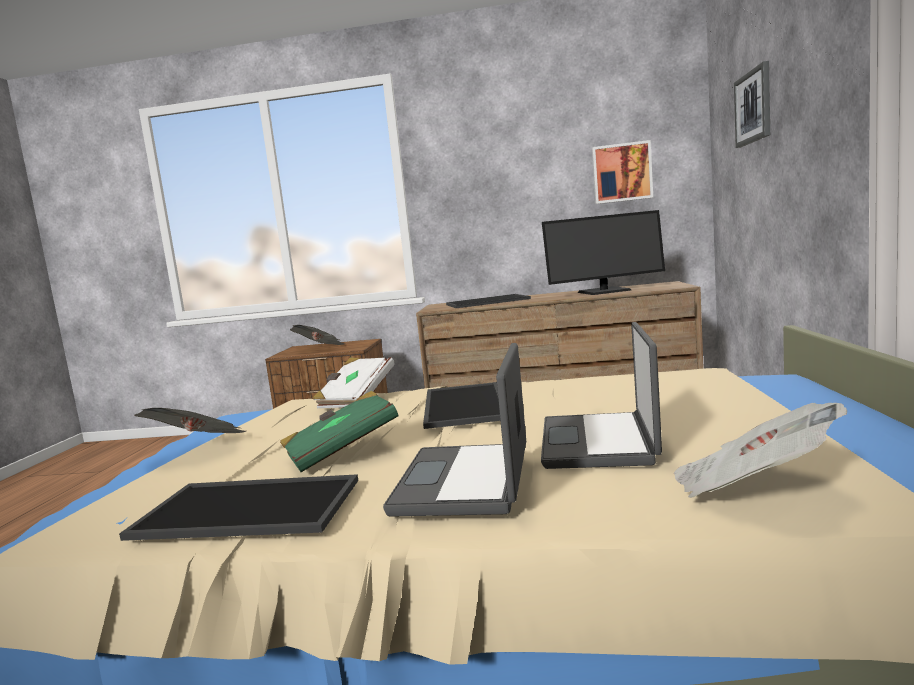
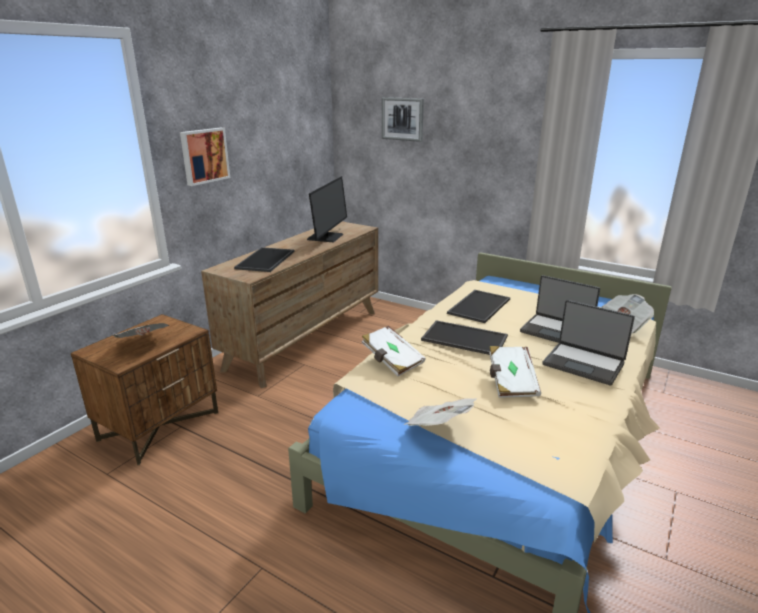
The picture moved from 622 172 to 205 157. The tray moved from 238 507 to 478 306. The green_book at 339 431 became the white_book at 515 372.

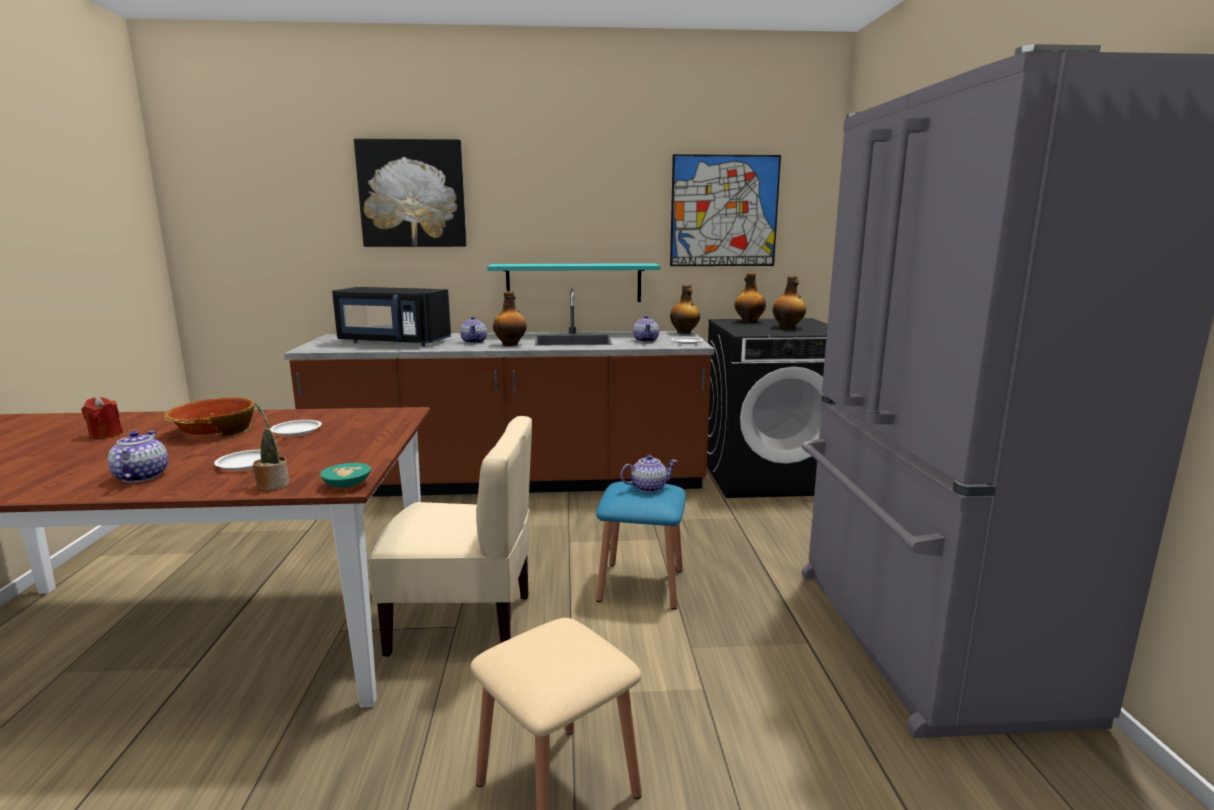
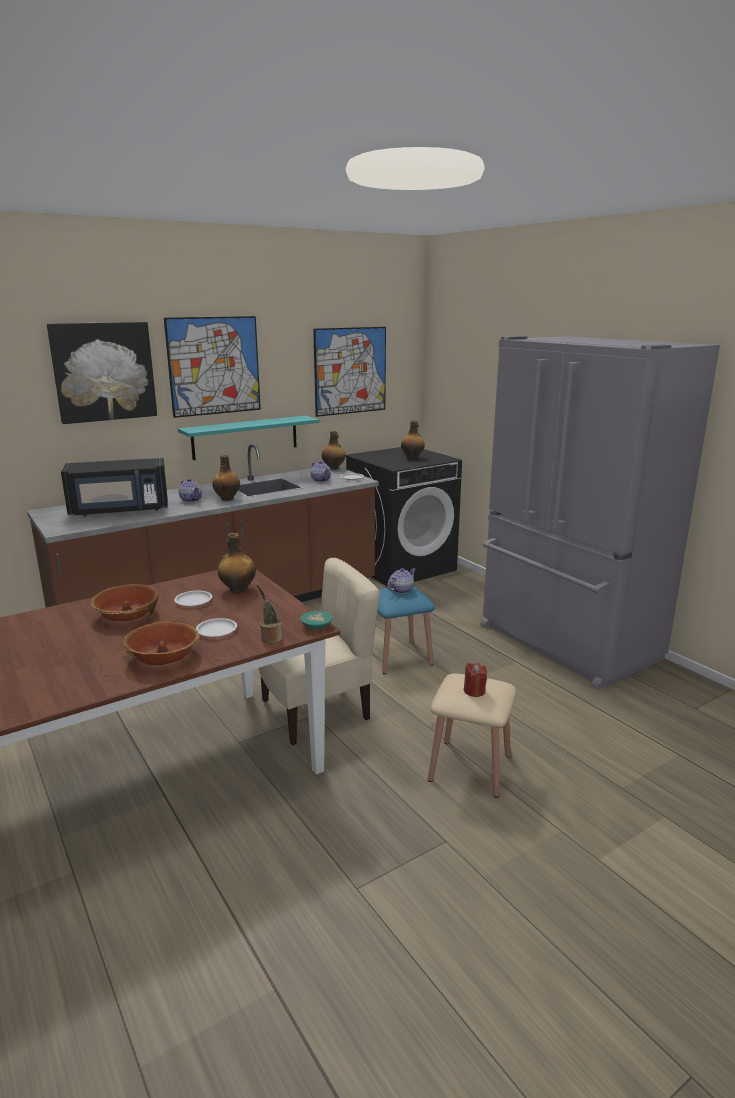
The teapot at 138 457 was replaced by the bowl at 161 643. The picture at 212 367 appeared. The bottle moved from 750 298 to 237 563. The red_candle moved from 102 418 to 475 680.

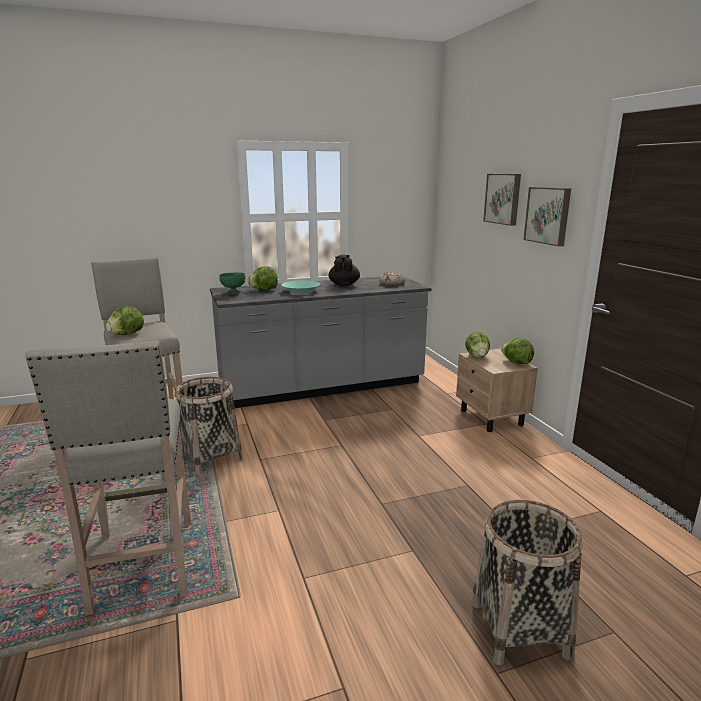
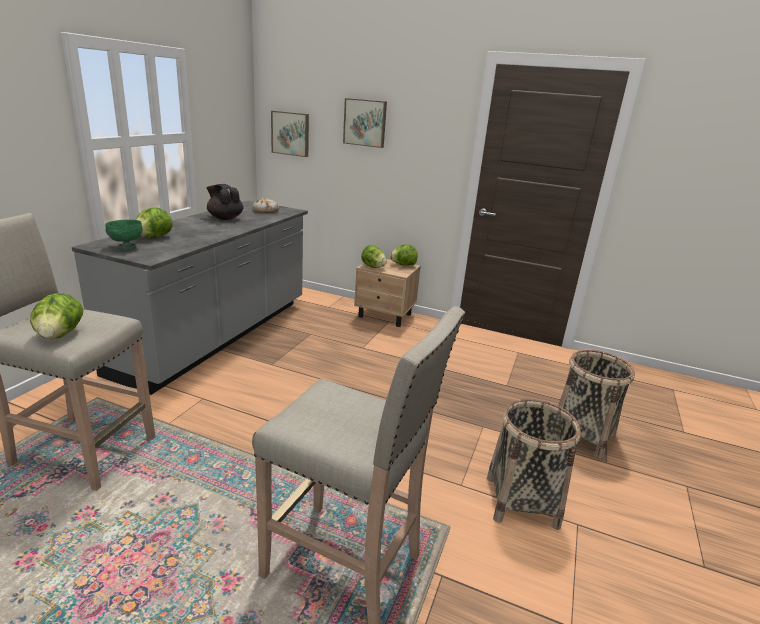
The picture moved from 547 216 to 290 134. The basket moved from 209 426 to 534 464. The turquoise_bowl at 301 287 disappeared.

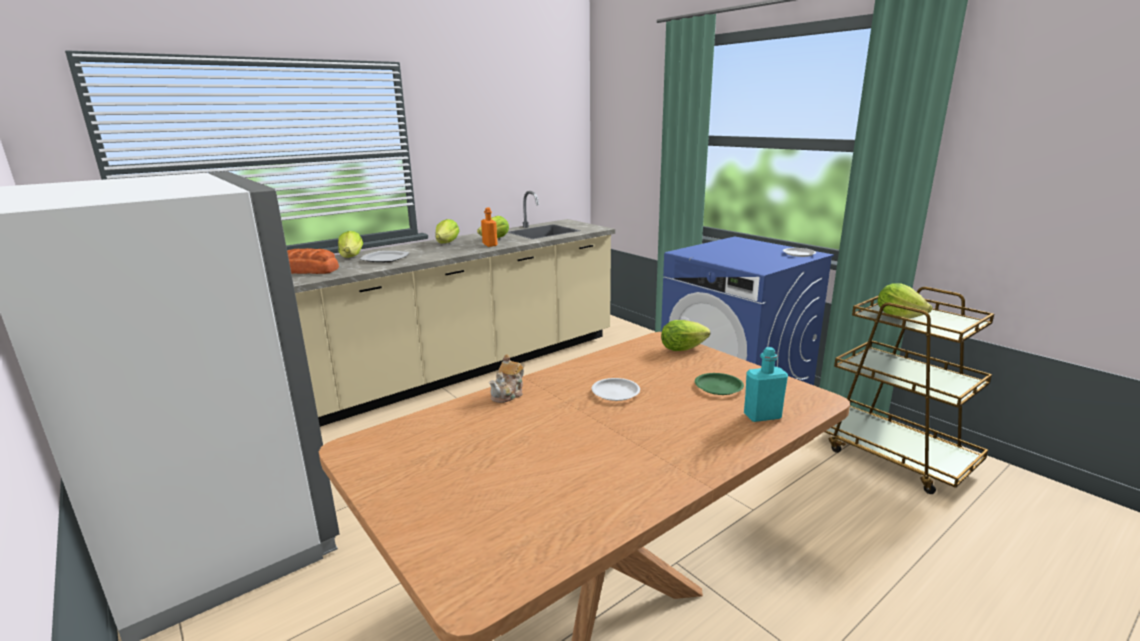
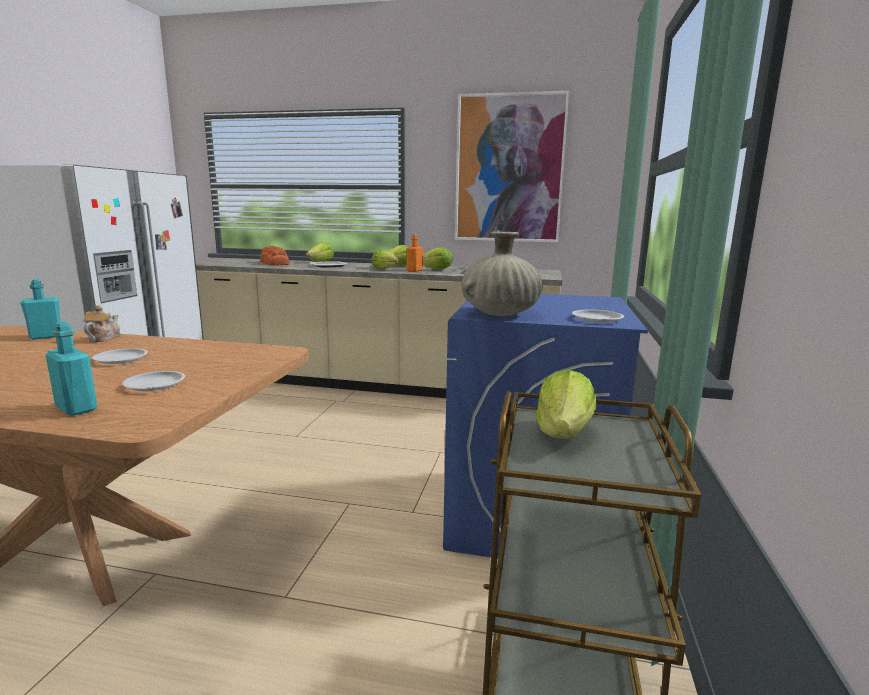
The turquoise_bottle at 40 309 appeared. The teapot at 506 379 turned 105 degrees clockwise. The green_plate at 719 384 became the white_plate at 153 381. The lettuce moved from 685 335 to 385 259. The picture at 512 166 appeared. The beige_vase at 502 274 appeared.

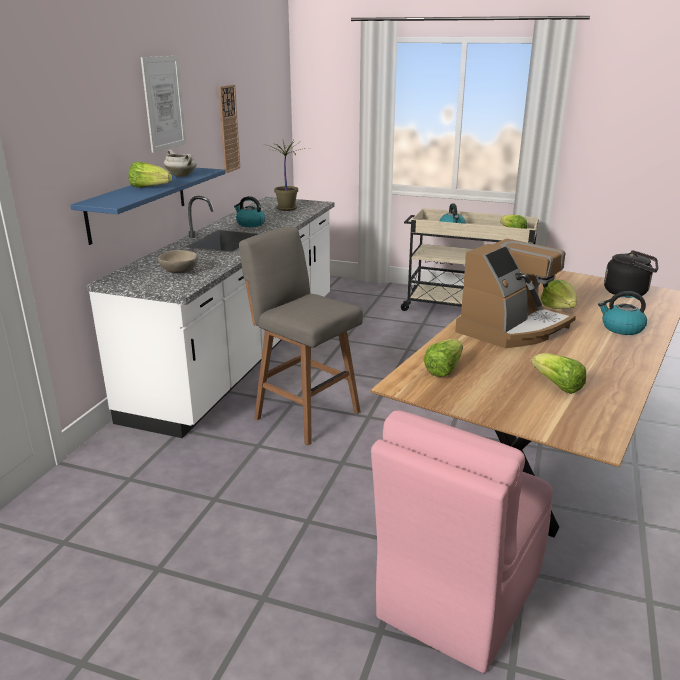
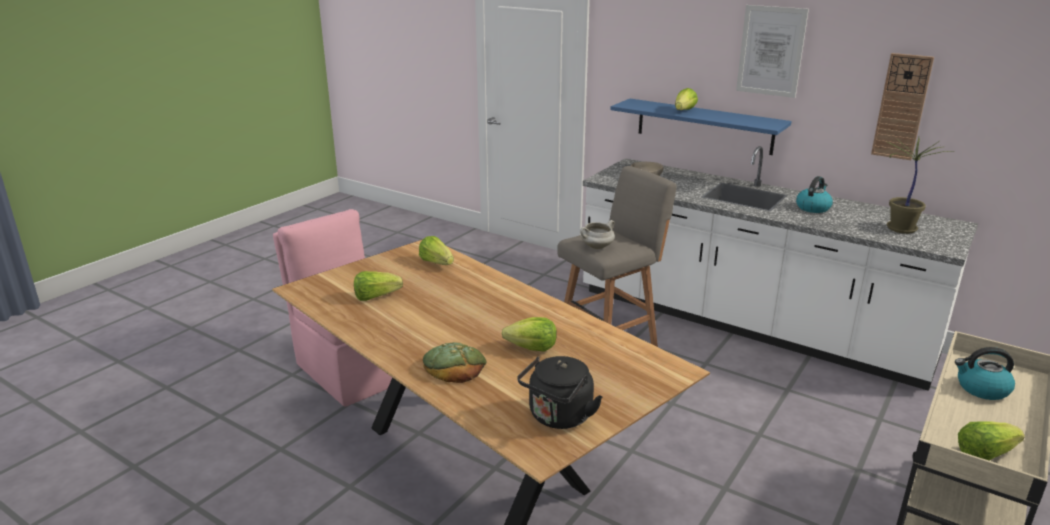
The kettle at 622 313 was replaced by the bread at 455 362. The white_cooking_pot moved from 180 163 to 597 234. The coffee_machine at 515 293 disappeared.

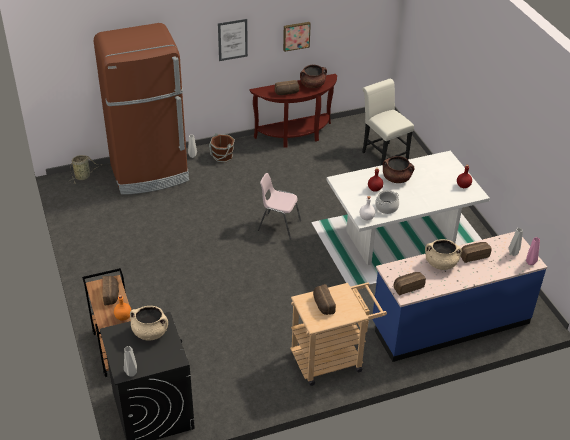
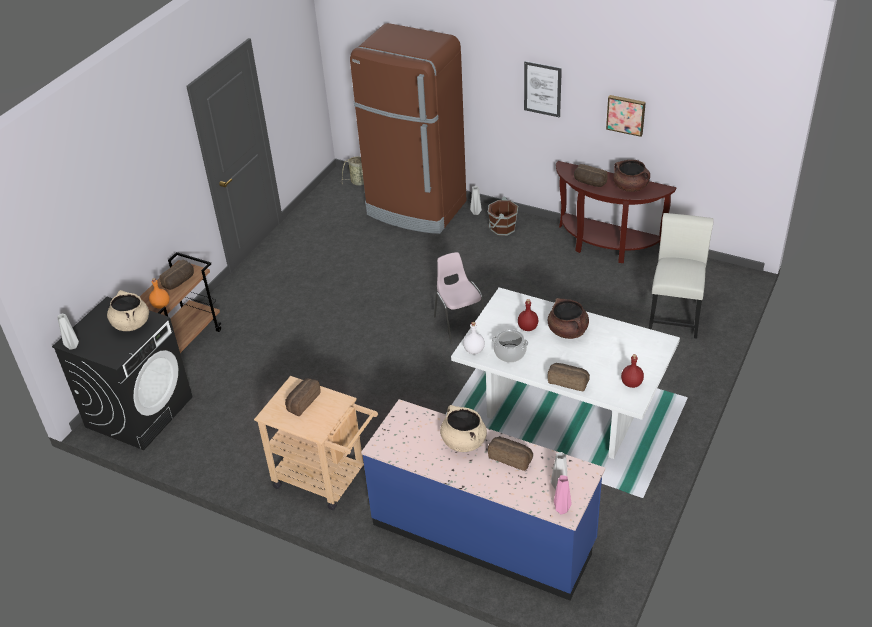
The bread moved from 409 283 to 568 377.

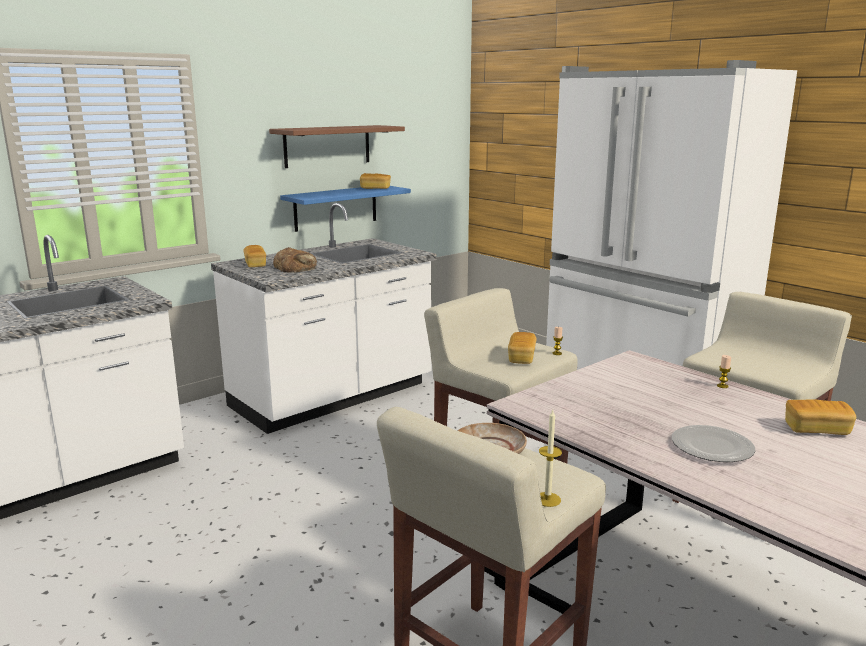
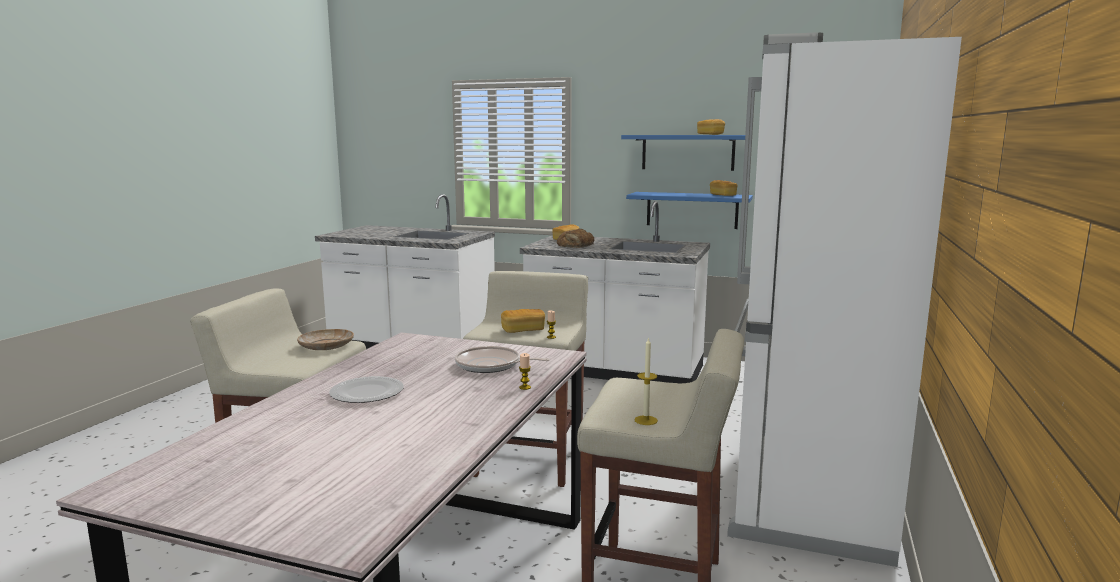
The frying_pan at 502 359 appeared. The brown_shelf at 337 146 became the blue_shelf at 683 153. The candle moved from 550 458 to 646 381. The bread moved from 820 417 to 711 127.

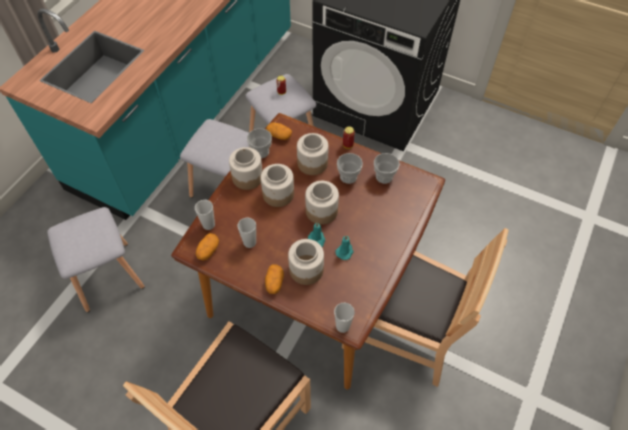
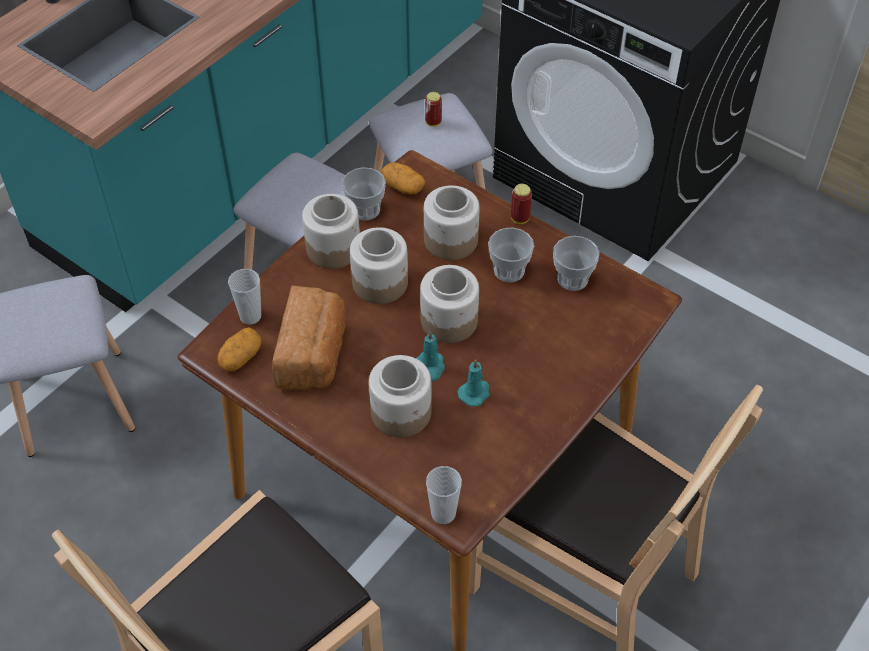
The cup at 246 233 was replaced by the bread at 309 337. The potato at 274 279 disappeared.

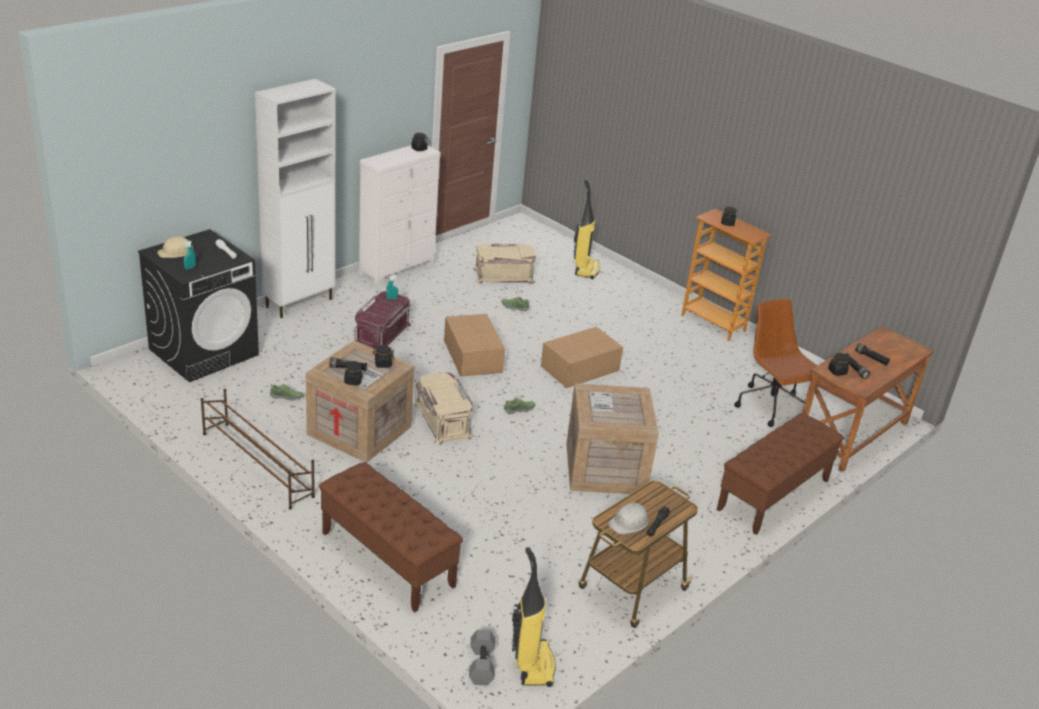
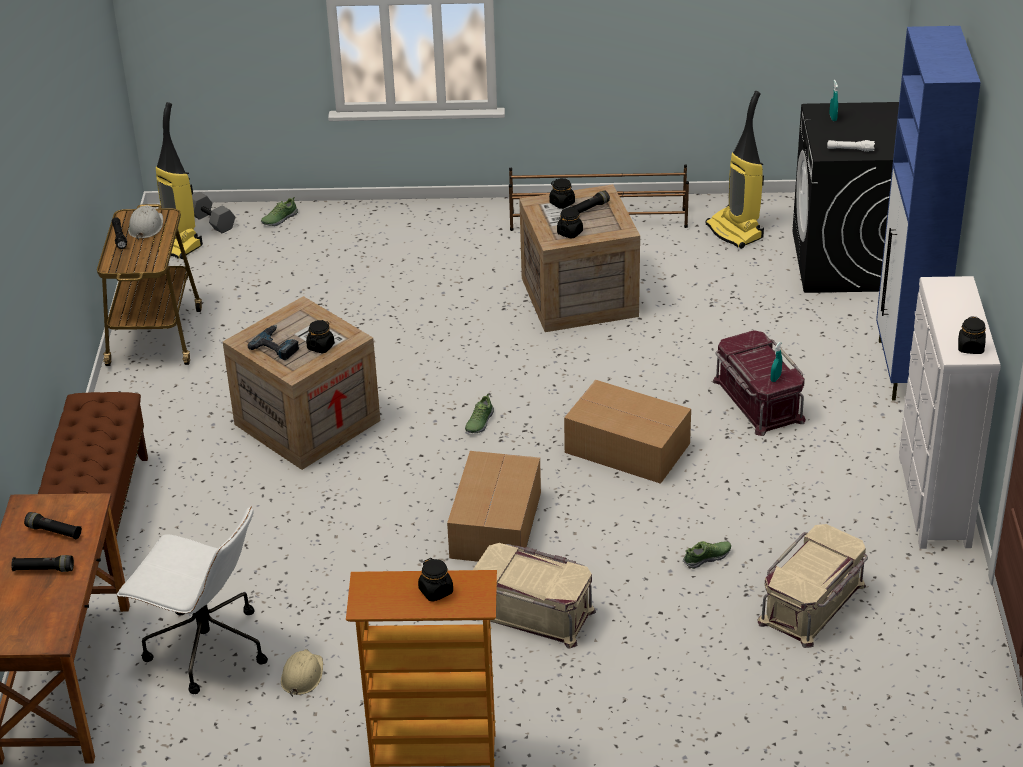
The brown_office_chair at 775 363 became the white_office_chair at 192 600. The power_drill at 273 342 appeared. The shoe moved from 287 392 to 279 211. The beige_hard_hat moved from 175 247 to 302 673. The black_jar moved from 839 364 to 320 336. The beige_storage_box moved from 444 408 to 534 595. The vacuum_cleaner moved from 587 229 to 734 170. The white_cabinet at 295 198 became the blue_cabinet at 928 213. The brown_bench at 391 537 disappeared.

